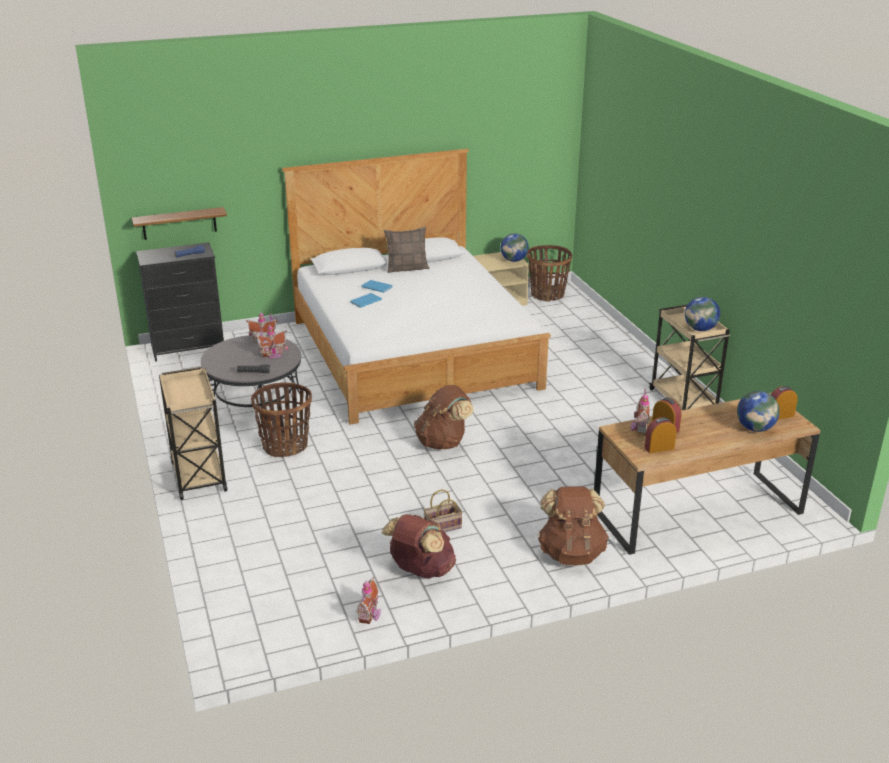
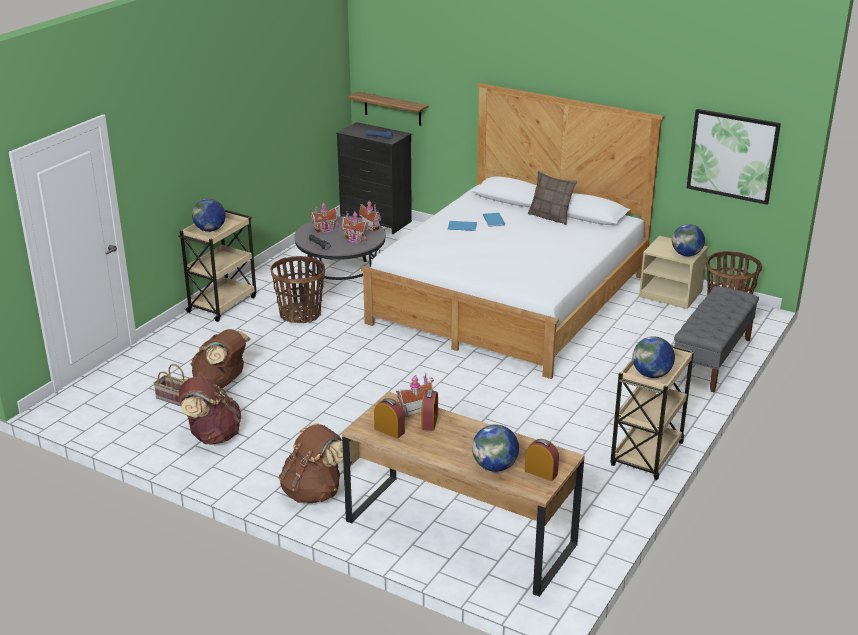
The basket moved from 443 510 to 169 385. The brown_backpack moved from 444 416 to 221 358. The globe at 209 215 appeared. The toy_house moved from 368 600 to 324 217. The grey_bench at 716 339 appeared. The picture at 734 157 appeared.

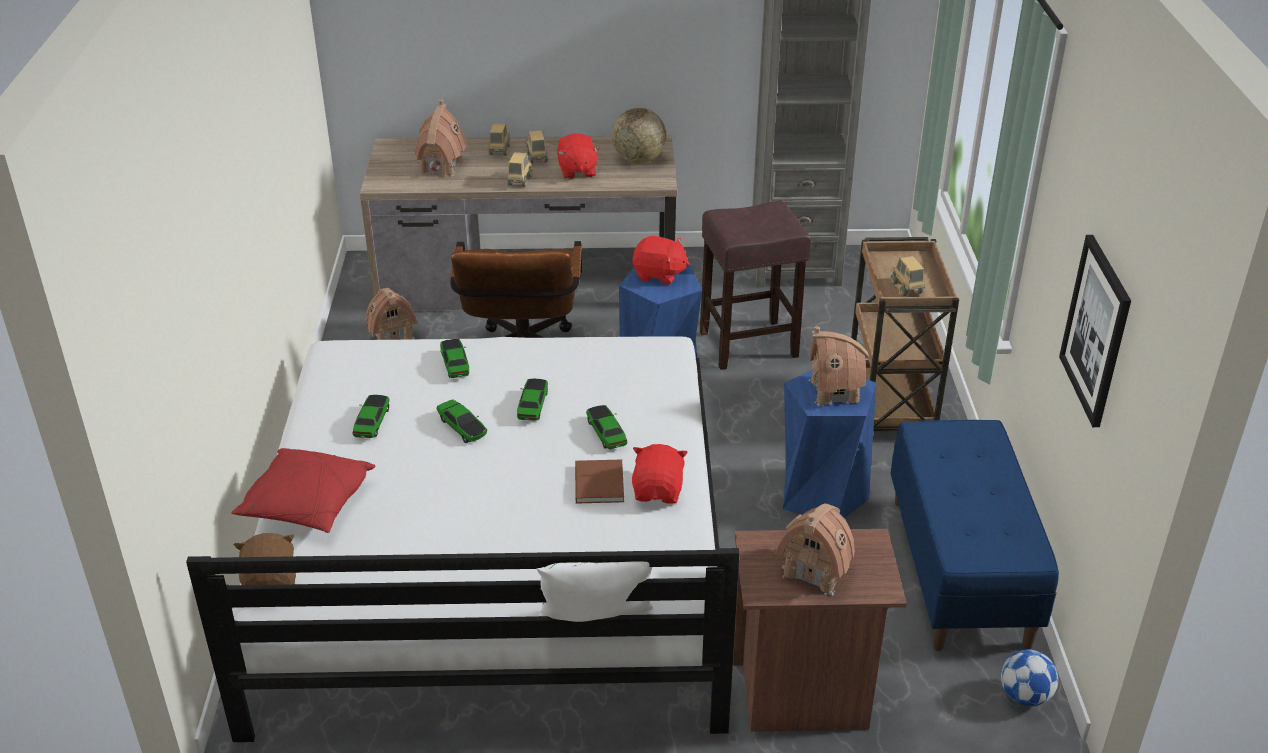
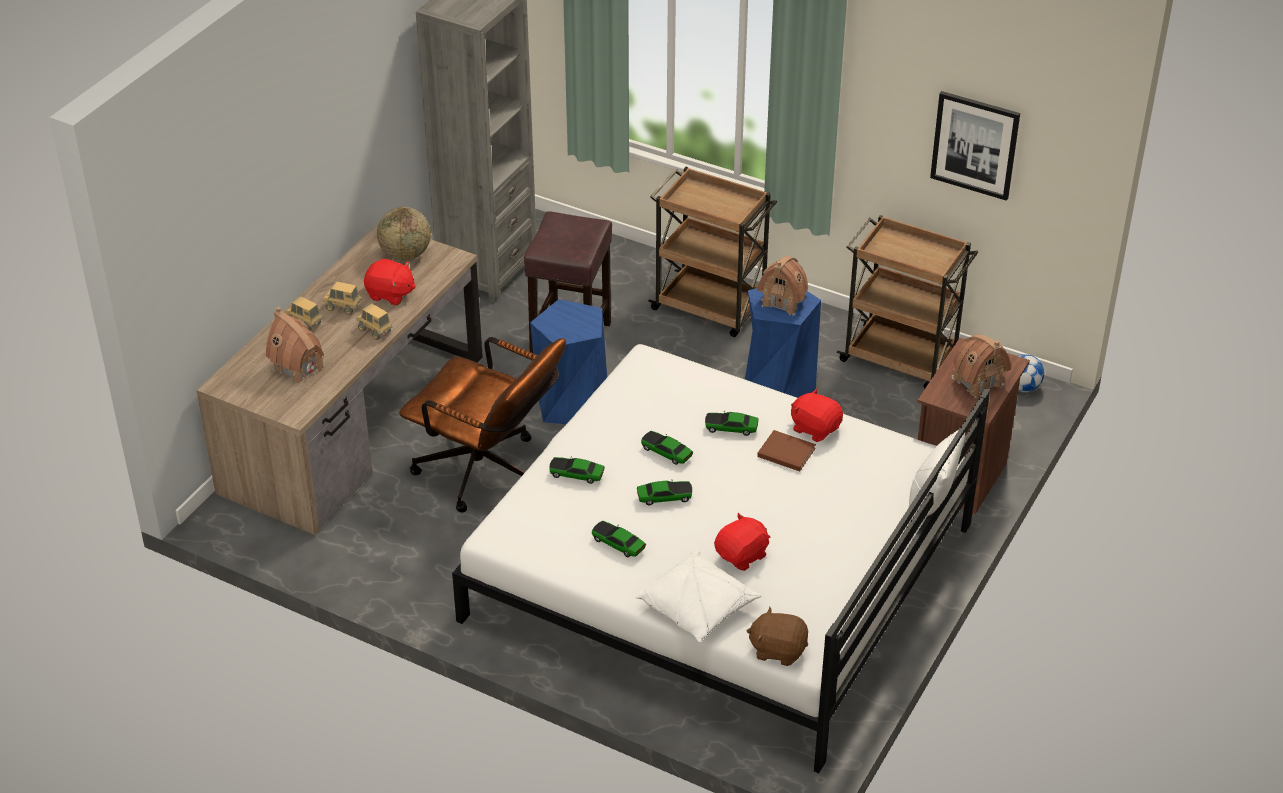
The red_pillow at 303 490 became the white_pillow at 698 596. The red_plush_toy moved from 661 260 to 742 542. The blue_bench at 974 535 was replaced by the brown_cart at 907 301. The toy_house at 392 314 disappeared. The toy_truck at 908 276 disappeared.

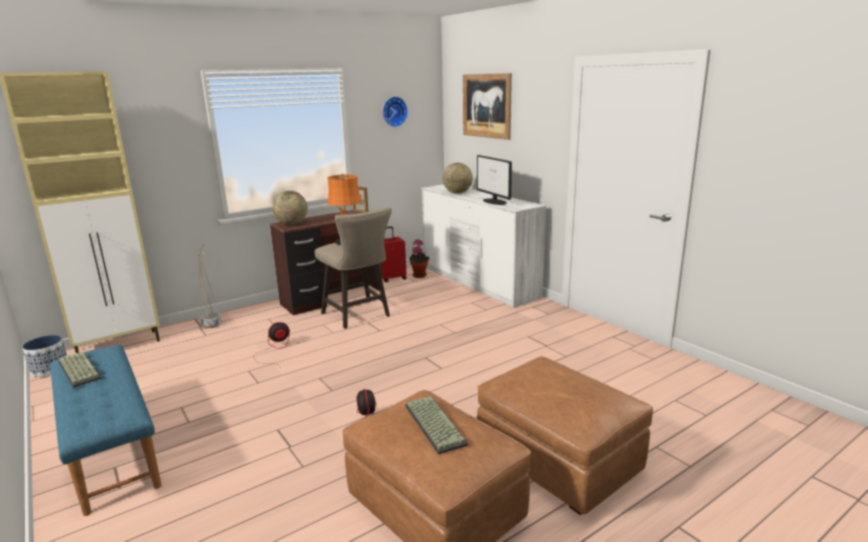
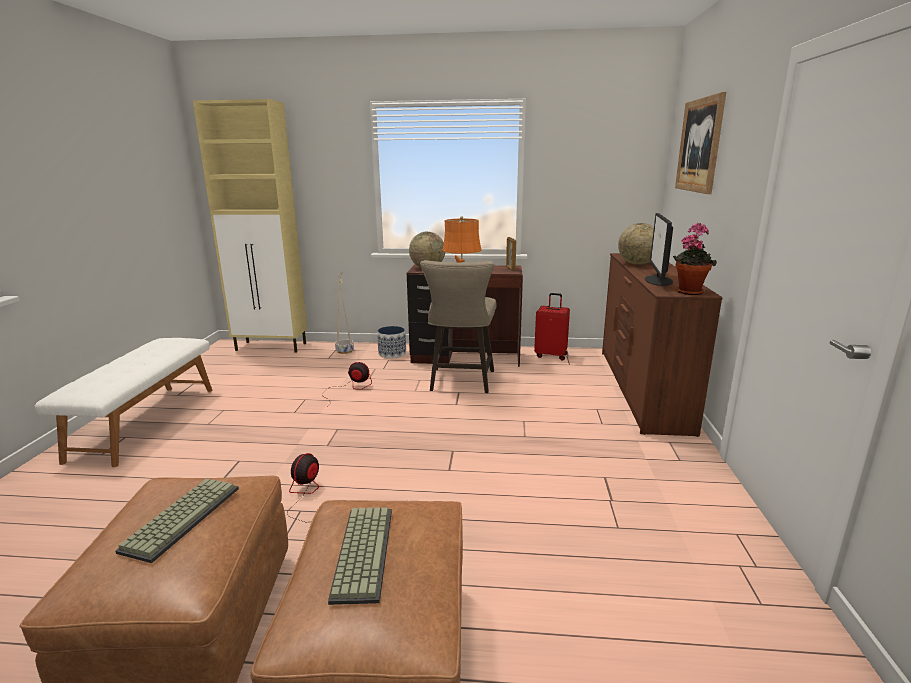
The blue_bench at 106 430 became the white_bench at 124 402. The keyboard moved from 80 369 to 360 556. The planter moved from 44 356 to 391 342. The white_dresser at 483 246 became the brown_dresser at 662 345. The potted_plant moved from 419 258 to 695 259. The wall_clock at 395 111 disappeared.

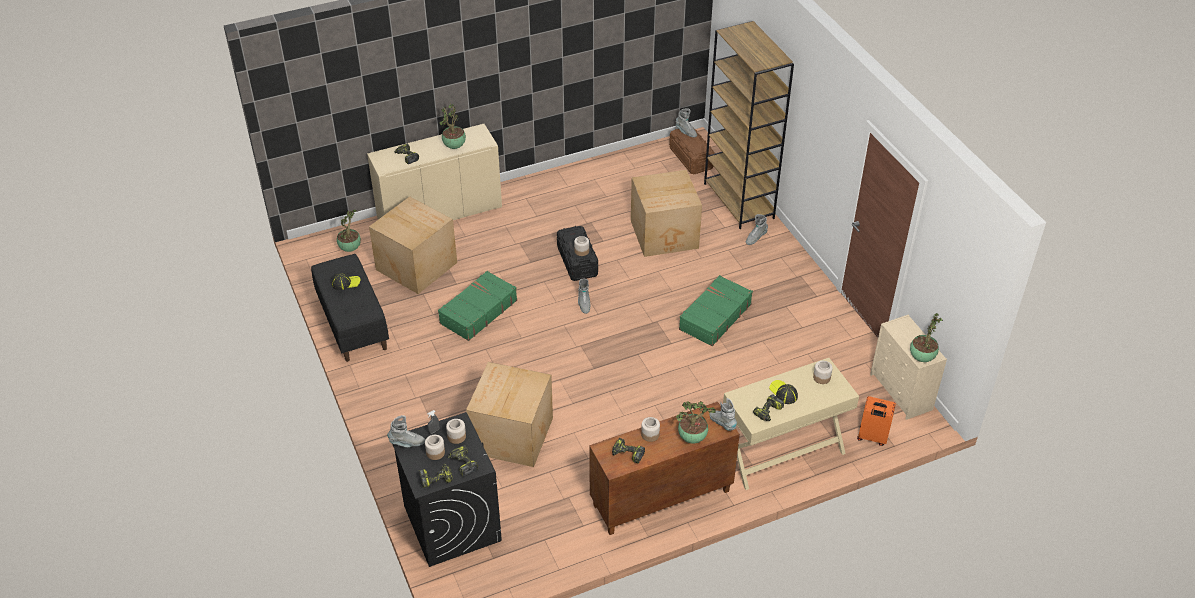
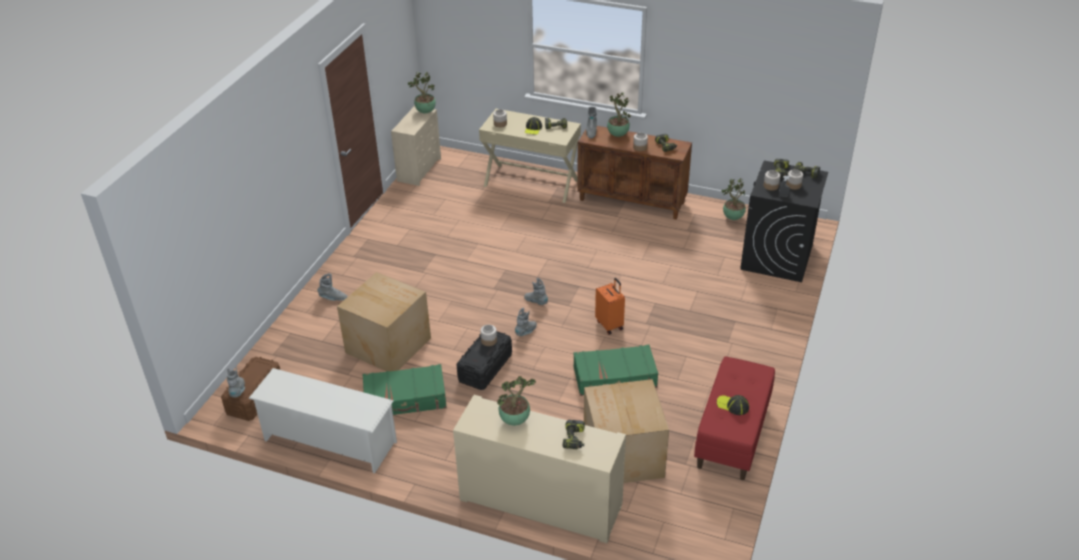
The white_shoe_rack at 322 420 appeared. The green_suitcase moved from 716 310 to 404 389. The grey_boot moved from 406 431 to 536 291. The orange_suitcase moved from 876 421 to 610 306. The black_bench at 350 308 became the red_bench at 734 418. The potted_plant moved from 349 230 to 733 199. The cardboard_box at 509 414 disappeared. The brown_bookcase at 749 125 disappeared.

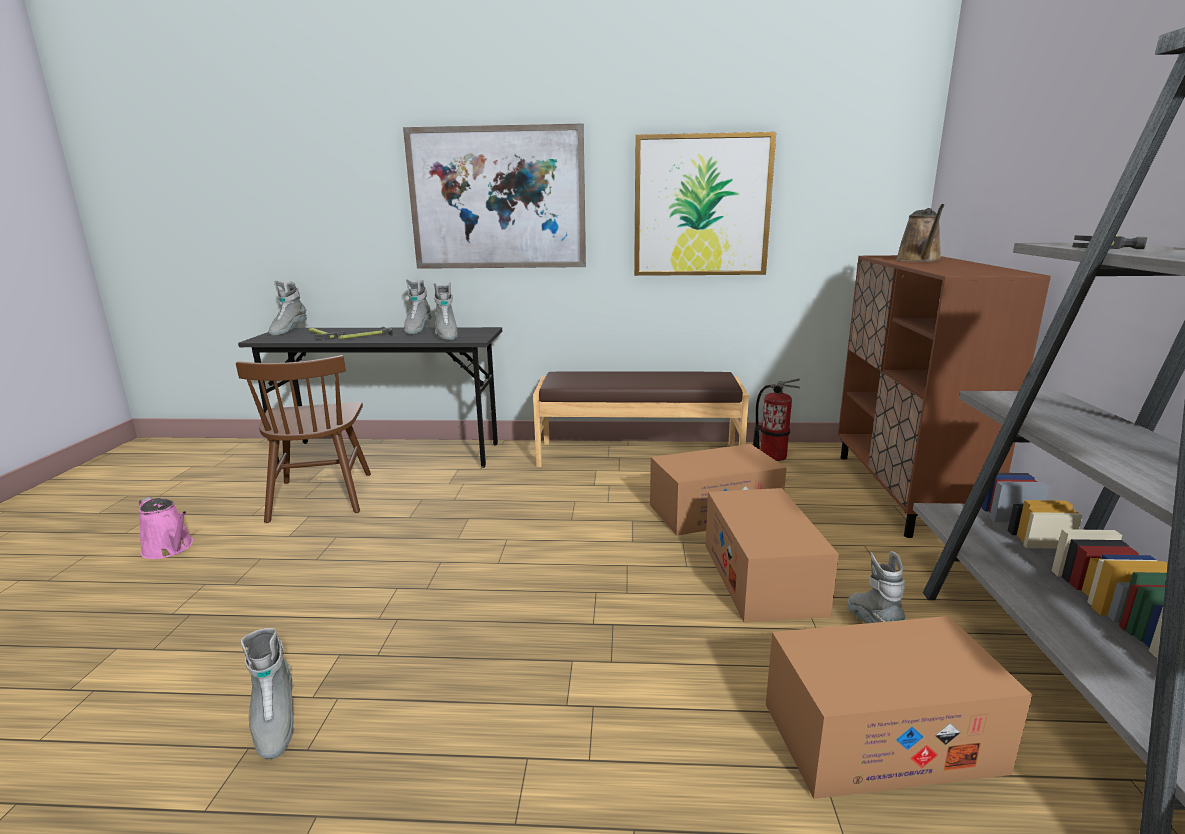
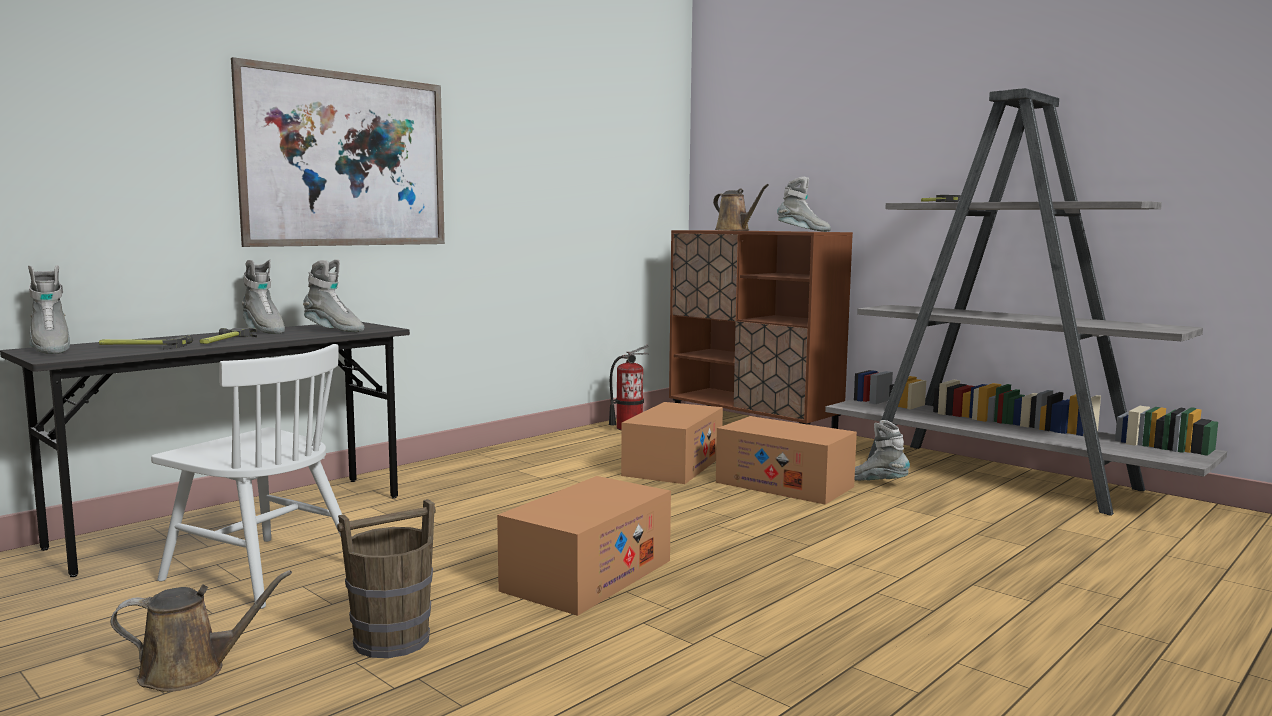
The pink_watering_can at 166 528 became the brown_watering_can at 201 631. The brown_chair at 303 439 became the white_chair at 246 476. The brown_bucket at 386 578 appeared. The cardboard_box moved from 899 707 to 584 546. The grey_boot moved from 267 693 to 804 204. The brown_bench at 641 419 disappeared. The picture at 705 204 disappeared.

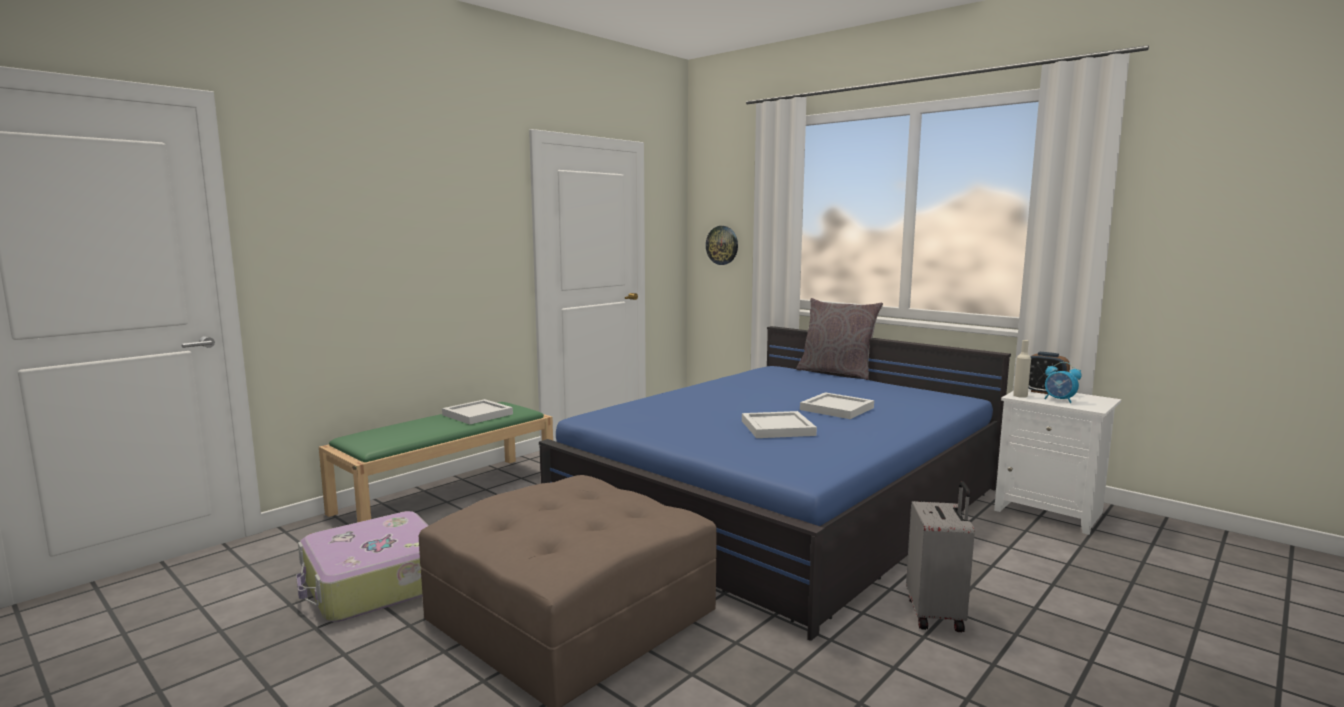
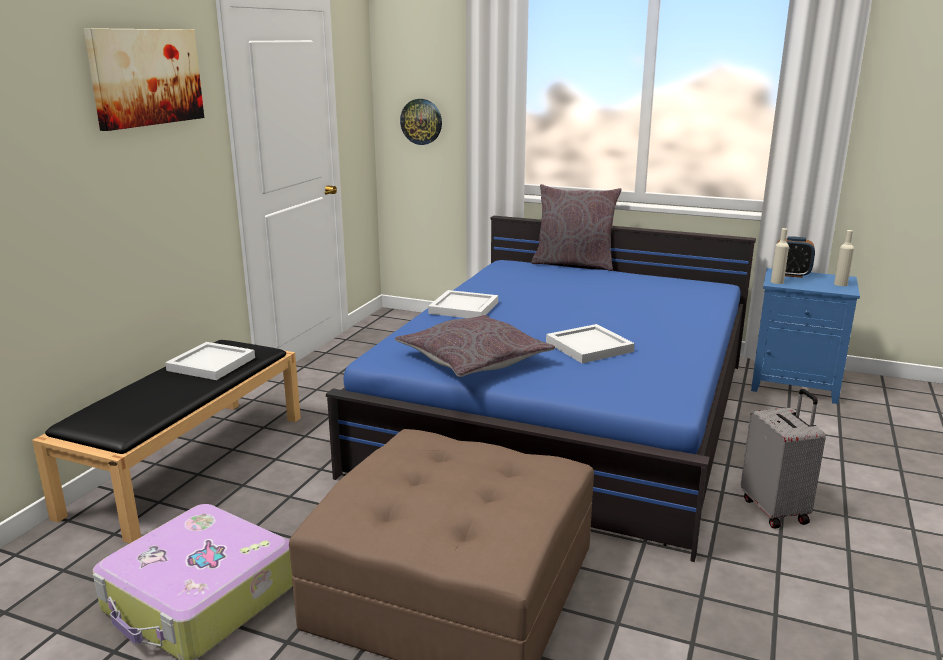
The green_bench at 436 462 became the black_bench at 166 441. The picture at 144 79 appeared. The grey_pillow at 475 346 appeared. The white_tray moved from 837 405 to 463 304. The white_nightstand at 1057 462 became the blue_nightstand at 805 336. The beige_bottle at 844 258 appeared. The alarm_clock at 1063 382 disappeared.

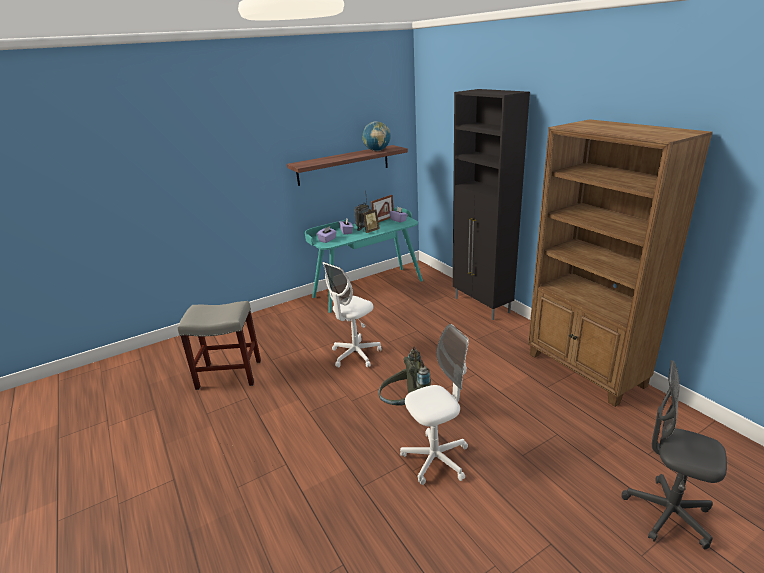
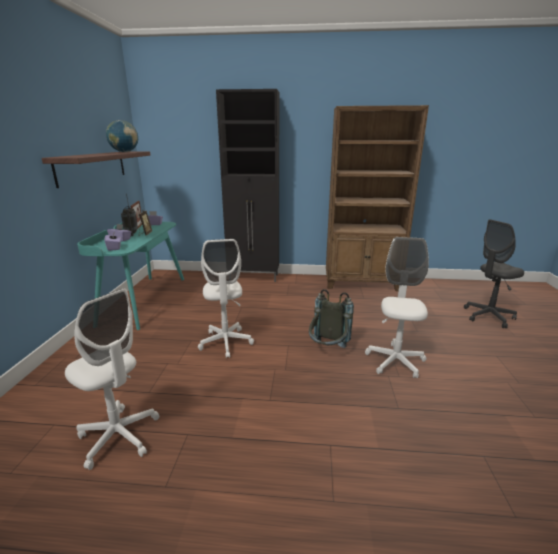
The grey_stool at 219 345 was replaced by the white_office_chair at 112 379.

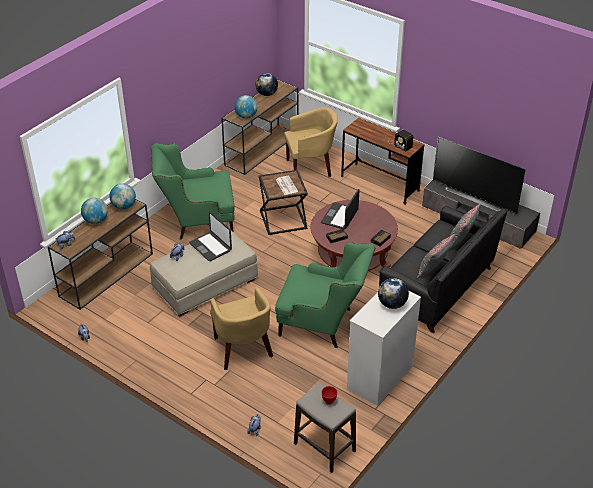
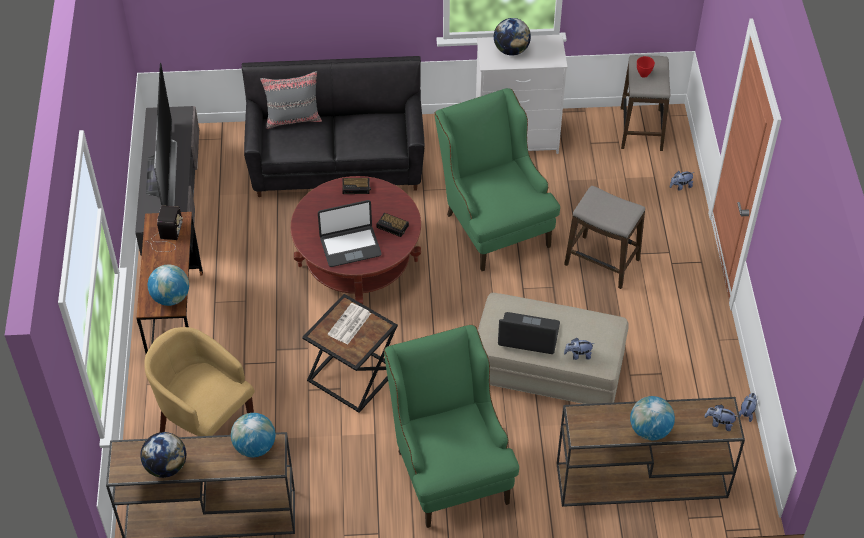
The globe moved from 122 196 to 168 285. The green_armchair at 192 191 turned 150 degrees counterclockwise. The laptop at 210 236 turned 90 degrees counterclockwise. The yellow_armchair at 241 328 was replaced by the stool at 604 237. The grey_pillow at 436 256 disappeared.

